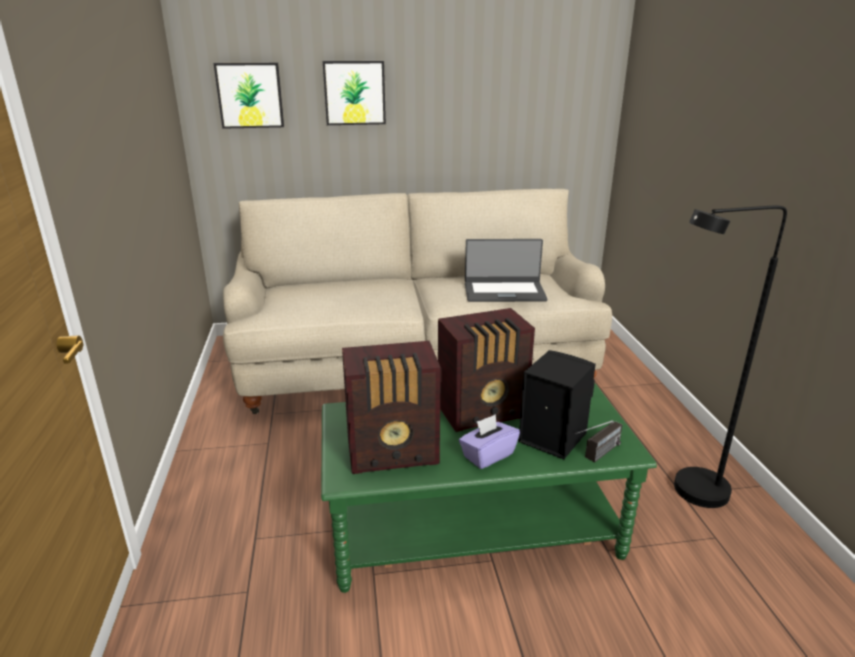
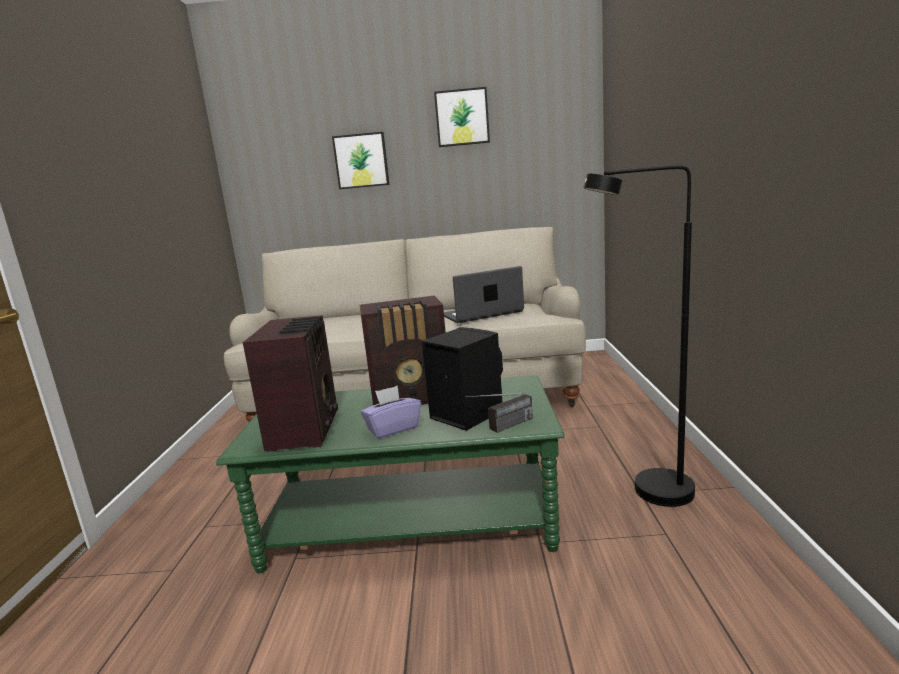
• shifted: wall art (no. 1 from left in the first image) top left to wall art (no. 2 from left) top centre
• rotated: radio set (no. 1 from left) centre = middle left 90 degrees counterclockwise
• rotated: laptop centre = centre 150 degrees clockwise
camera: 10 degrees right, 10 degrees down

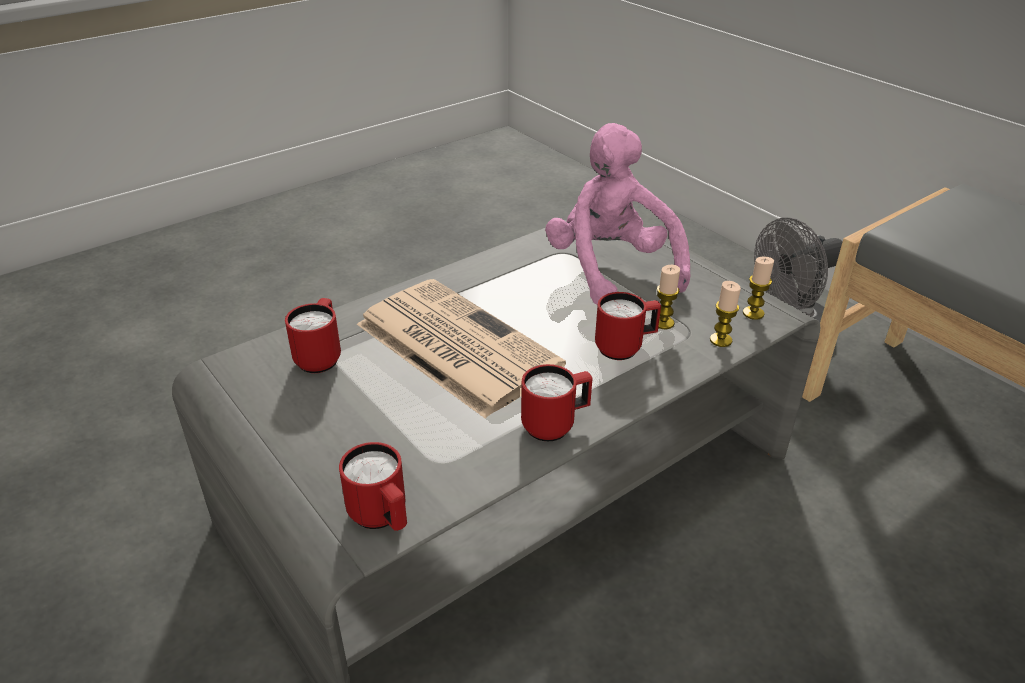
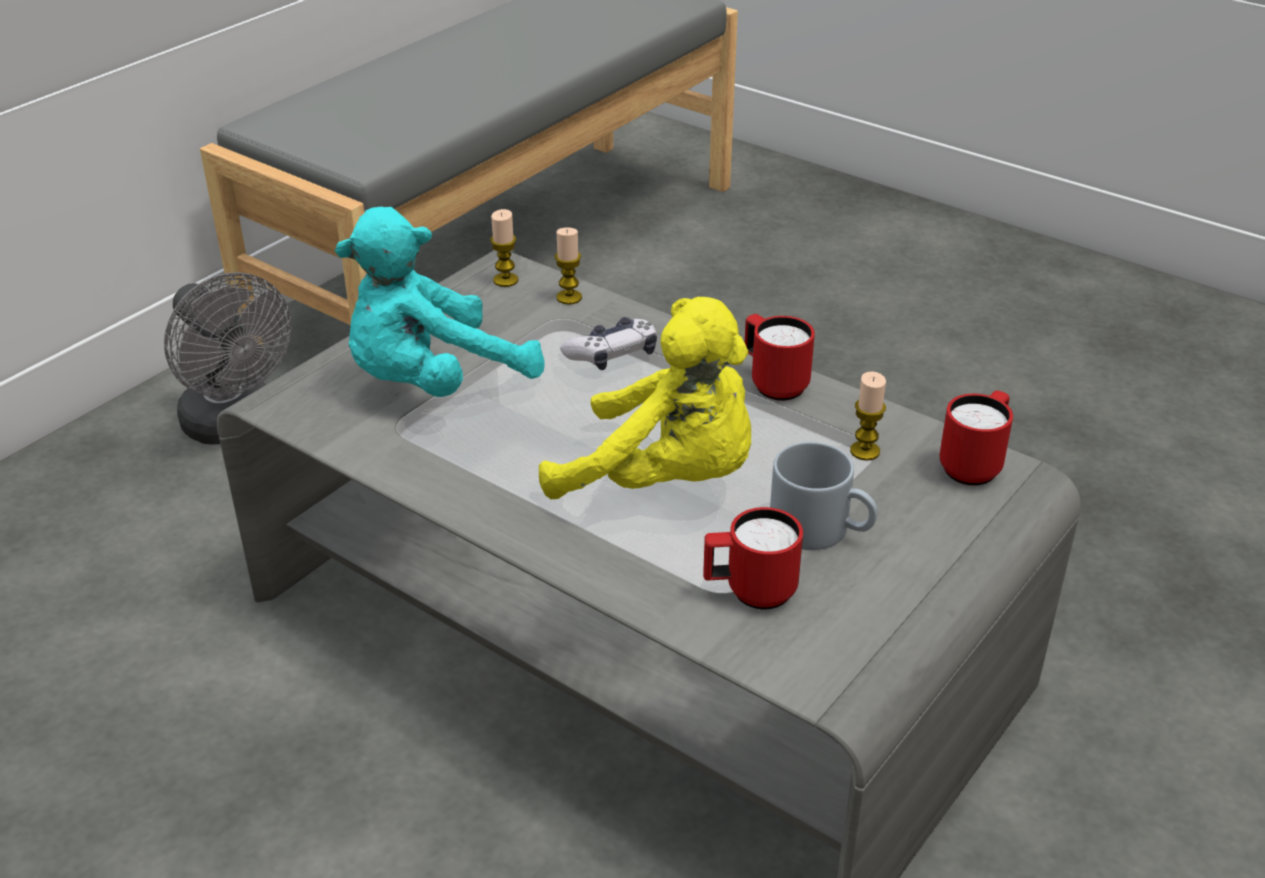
• new: greyish tea mug centre
• shifted: wax candle (no. 1 from left in the first image) centre to wax candle (no. 3 from left) middle right
• swapped: printed paper centre to yellow-coloured soft toy centre
• swapped: red tea mug (no. 4 from left) centre to gamepad centre
• repainted: pink soft toy top centre to blue-green soft toy centre
camera: 105 degrees left, 0 degrees up

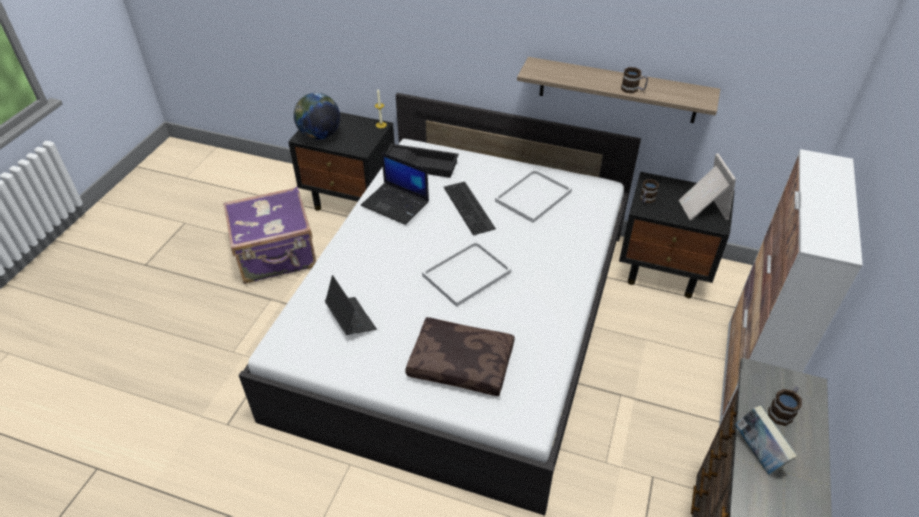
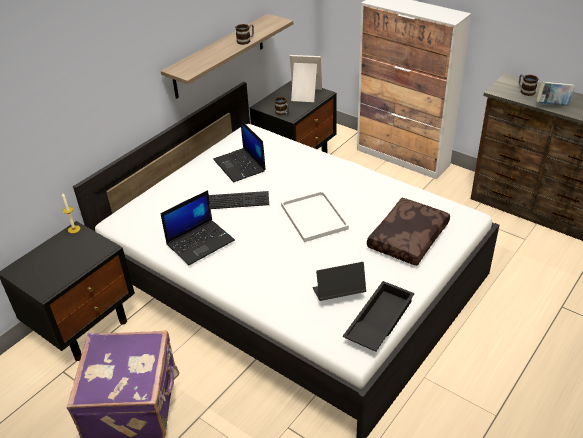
• gone: world globe top centre
• shifted: black-coloured tray top centre to bottom centre
• swapped: white tray (no. 2 from left) centre to laptop (no. 2 from left) centre
camera: 70 degrees left, 5 degrees down

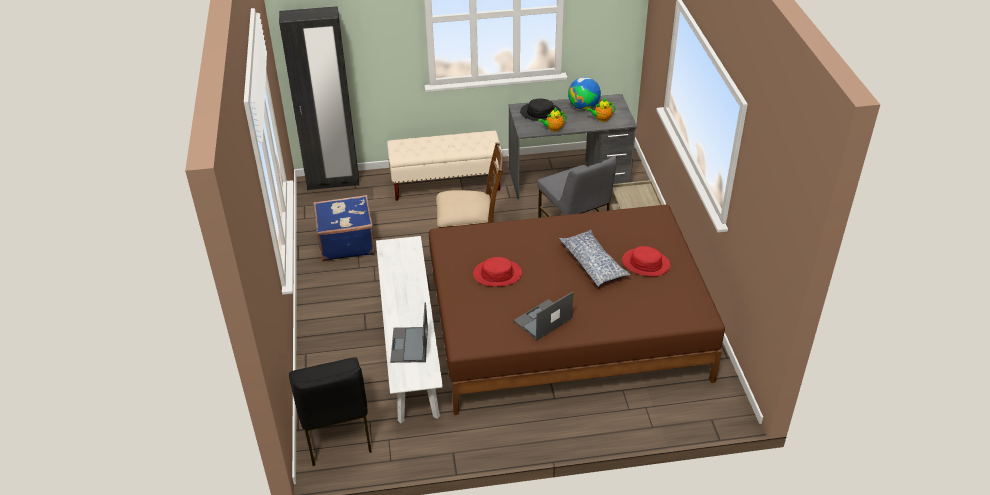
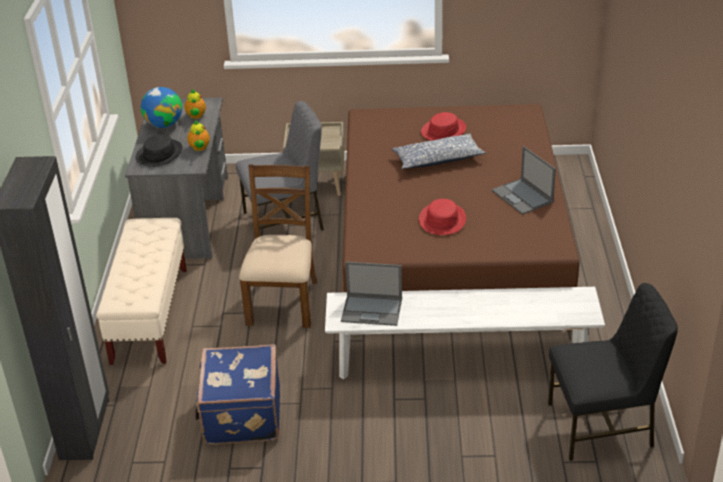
• shifted: laptop (no. 1 from left) bottom centre to centre
camera: 80 degrees left, 5 degrees down

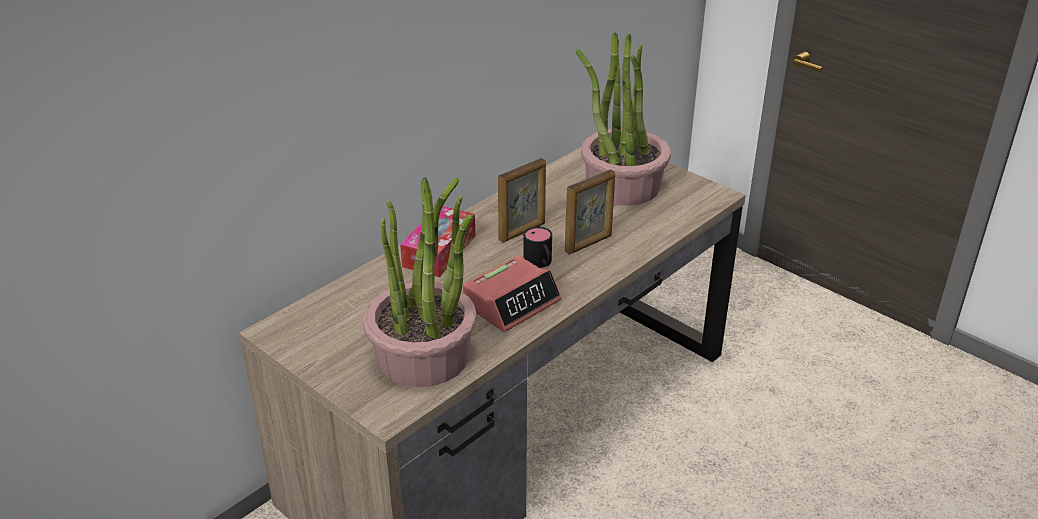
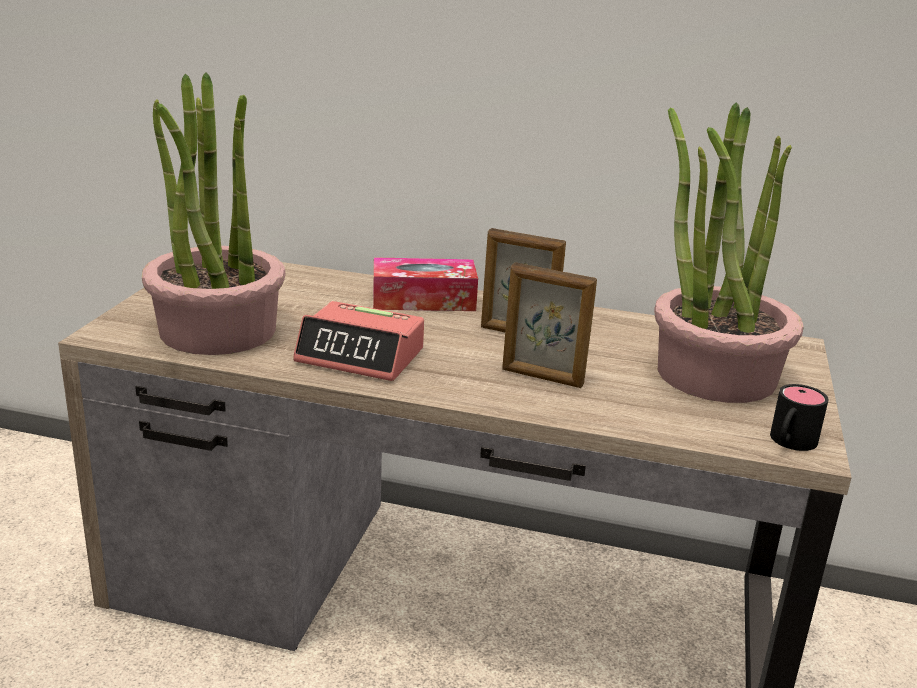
• shifted: black-coloured tea mug centre to middle right
camera: 60 degrees right, 10 degrees down

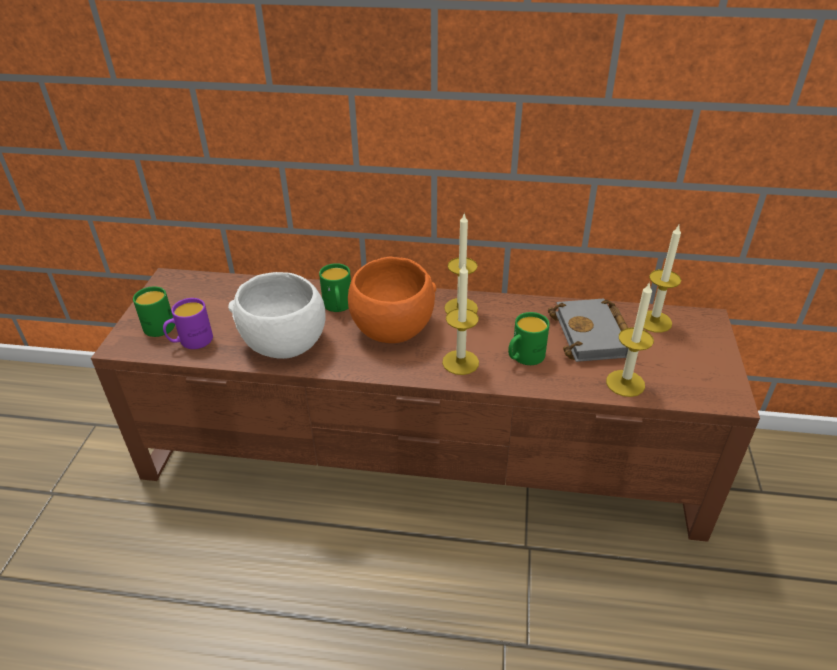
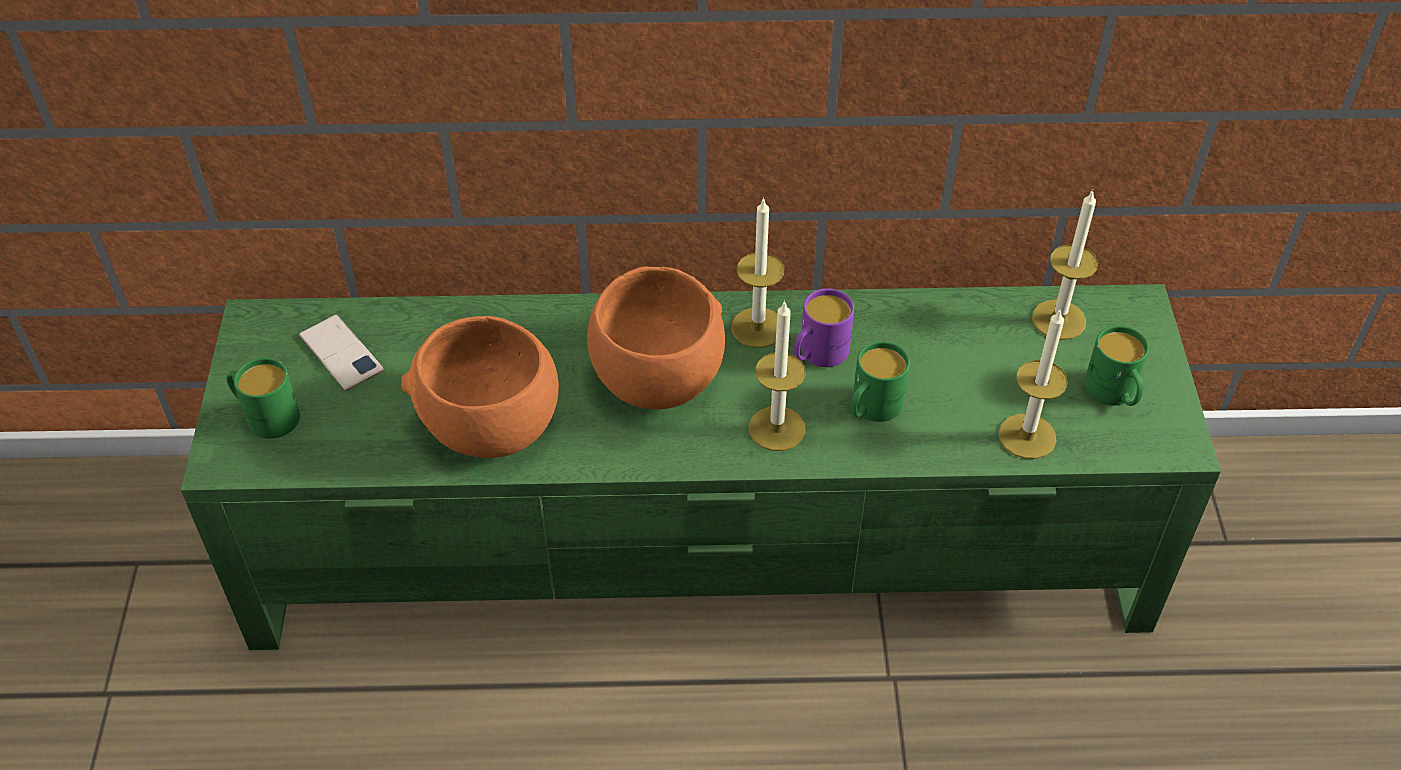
• gone: greyish book middle right
• new: telephone middle left
• shifted: purple-coloured tea mug middle left to centre
• shifted: green-coloured tea mug (no. 2 from left in the first image) centre to green-coloured tea mug (no. 3 from left) middle right
• repainted: brown-coloured tv stand centre to green-coloured tv stand centre
• repainted: white deep dish middle left to orange-coloured deep dish (no. 1 from left) centre
camera: 10 degrees left, 10 degrees up

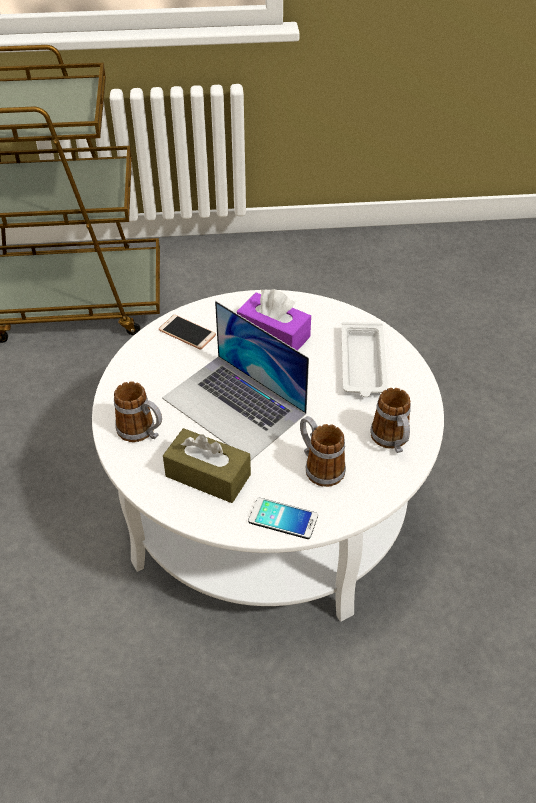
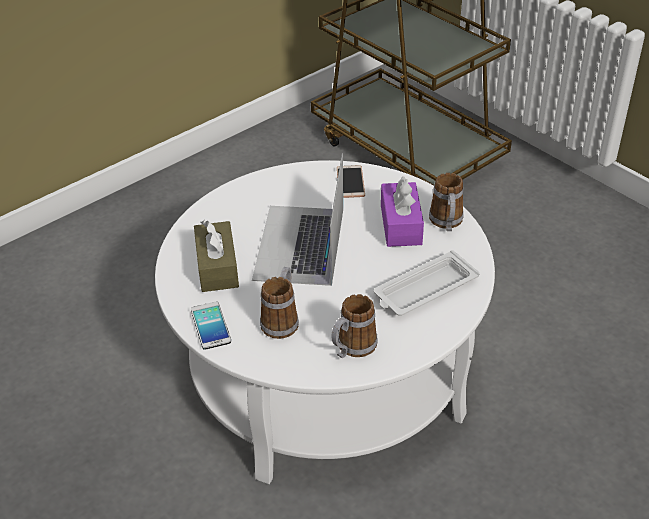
• shifted: tea mug (no. 1 from left in the first image) middle left to tea mug (no. 3 from left) middle right
camera: 55 degrees right, 5 degrees down

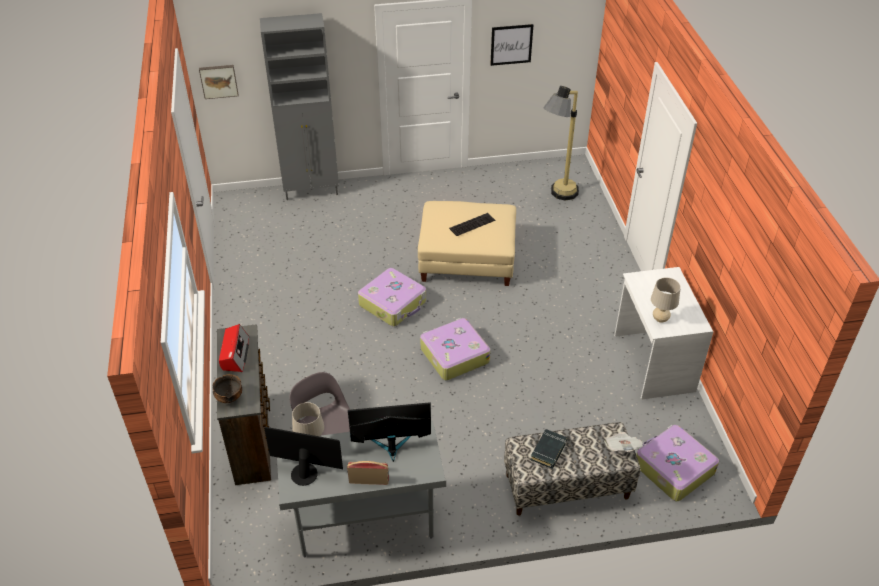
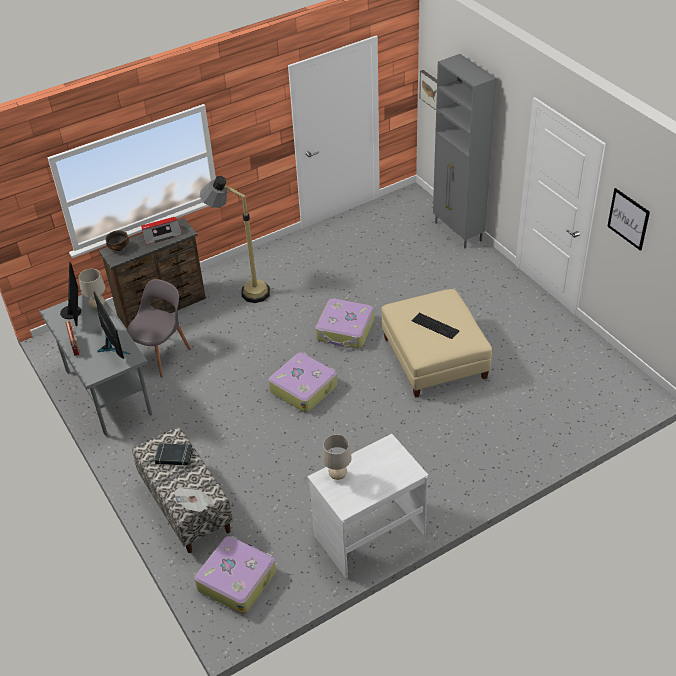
• shifted: standing lamp top centre to centre
camera: 70 degrees right, 0 degrees up

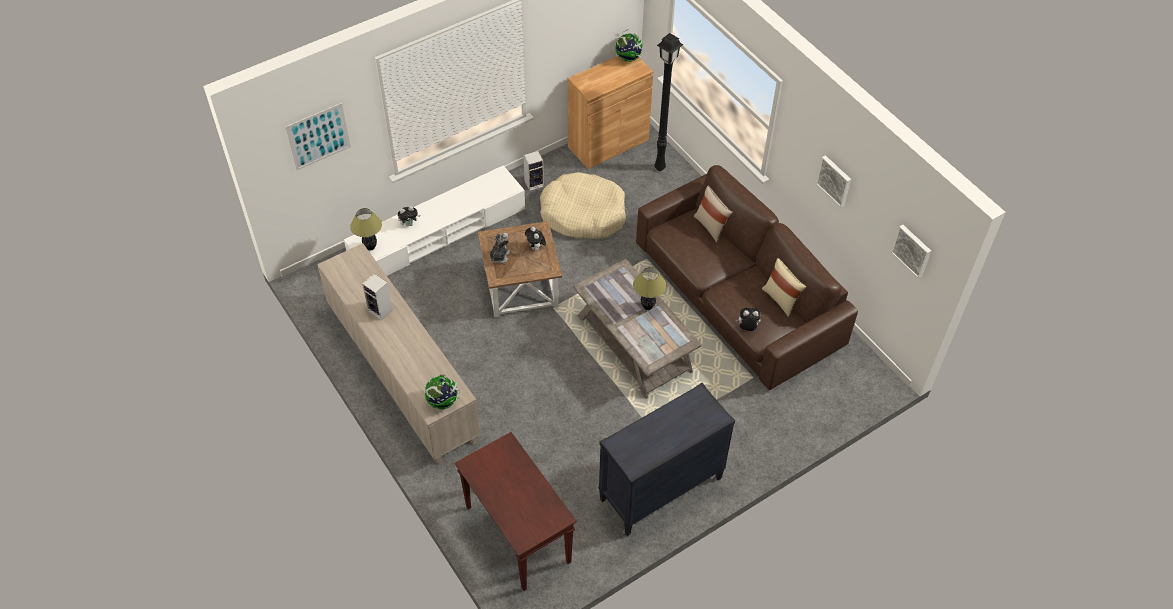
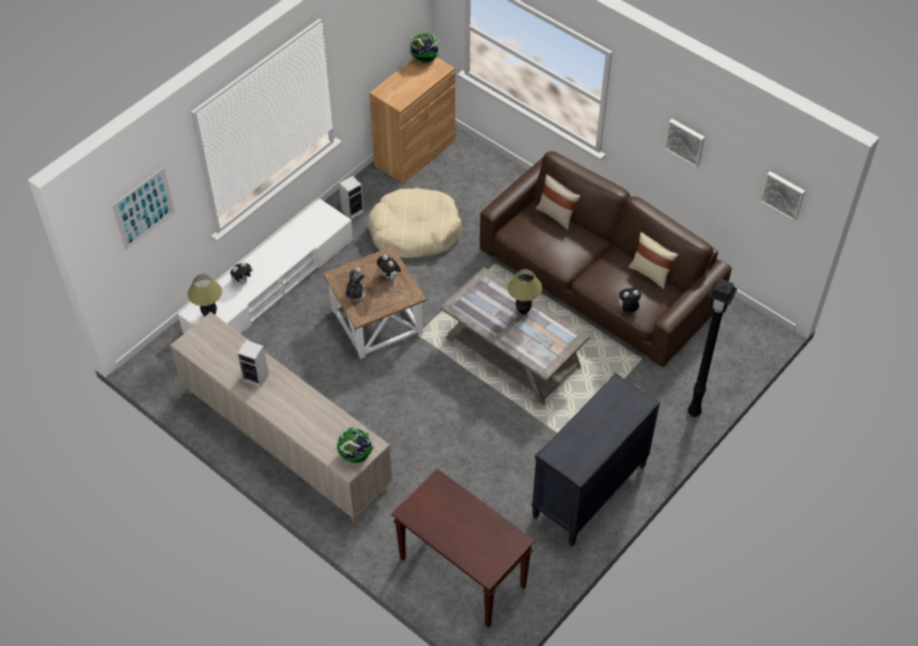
• shifted: black-coloured standing lamp top centre to middle right
camera: 15 degrees left, 0 degrees up

